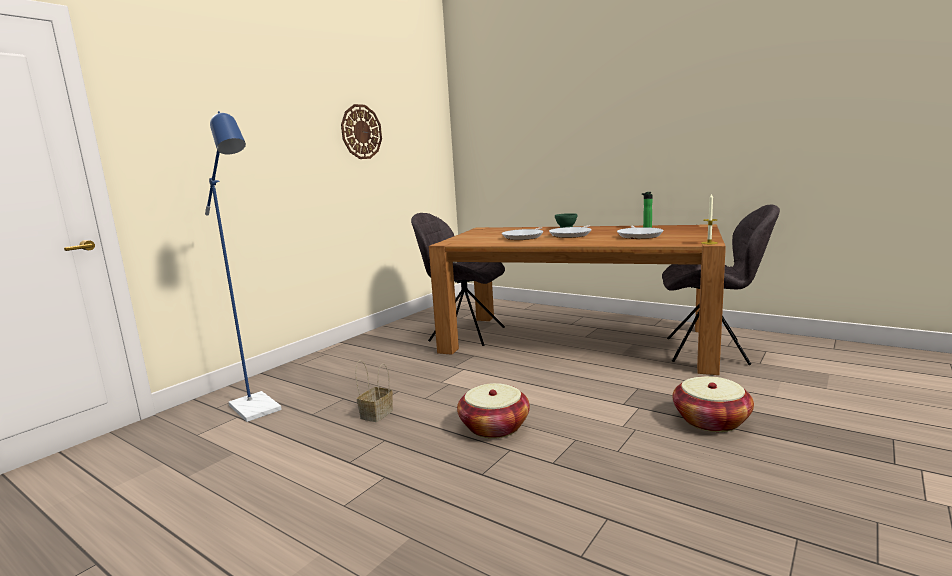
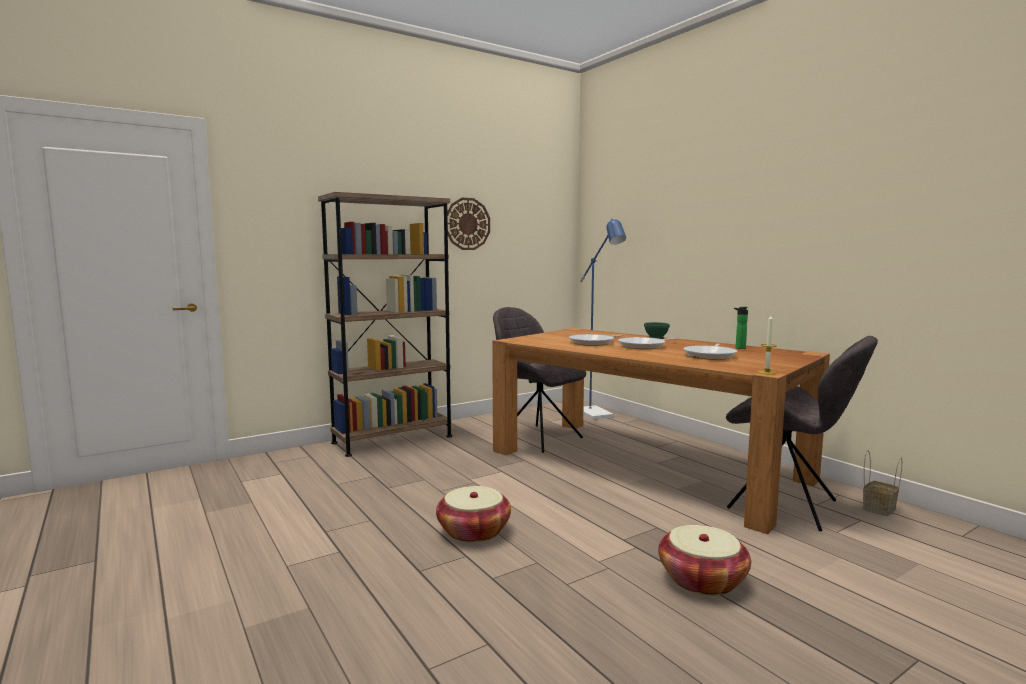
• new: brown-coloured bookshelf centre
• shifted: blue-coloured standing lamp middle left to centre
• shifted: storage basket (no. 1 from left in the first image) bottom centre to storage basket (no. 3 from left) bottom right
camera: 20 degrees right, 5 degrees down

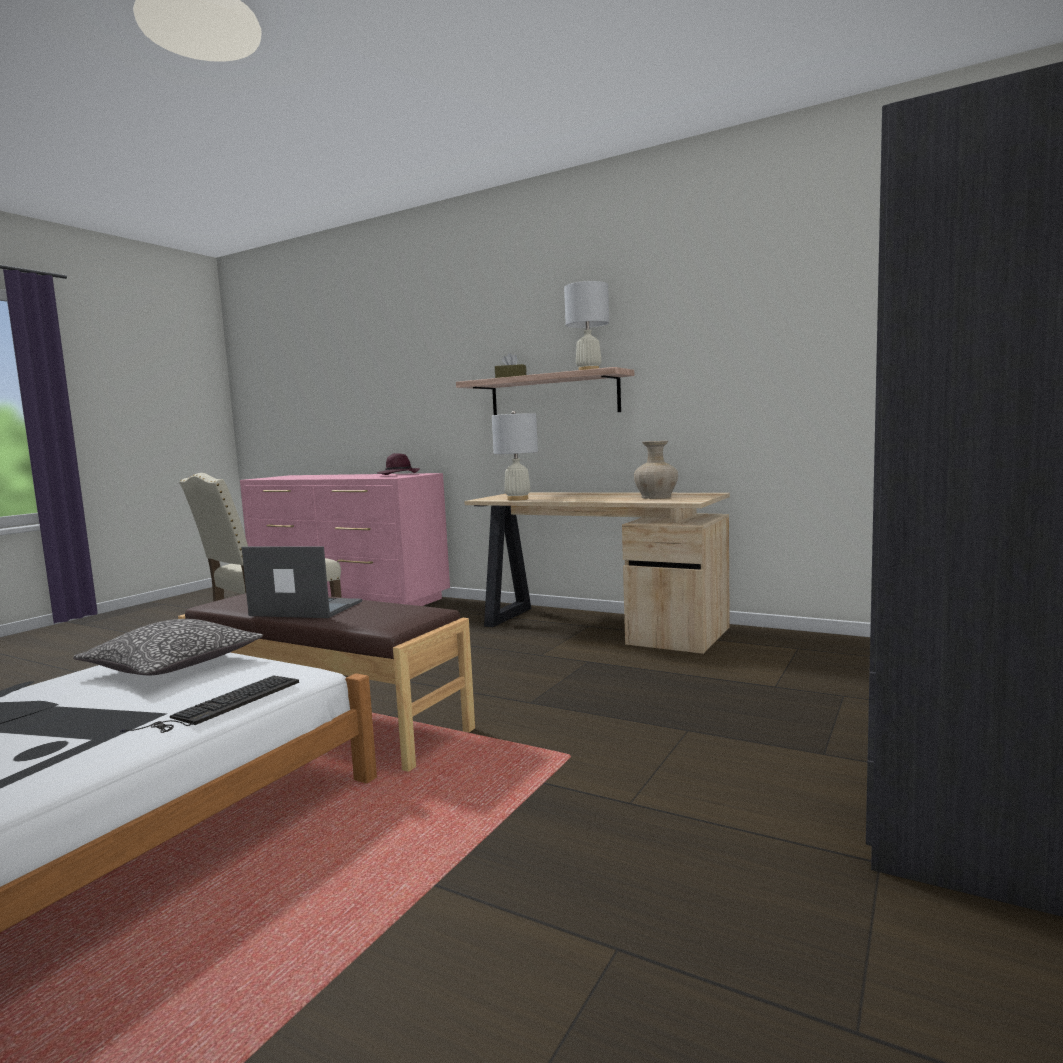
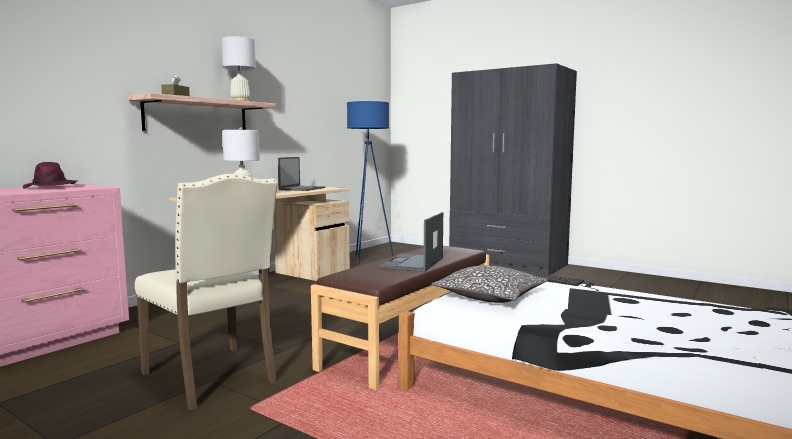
• new: blue-coloured standing lamp centre
• swapped: beige decorative vase centre to laptop (no. 1 from left) centre
camera: 85 degrees left, 0 degrees up

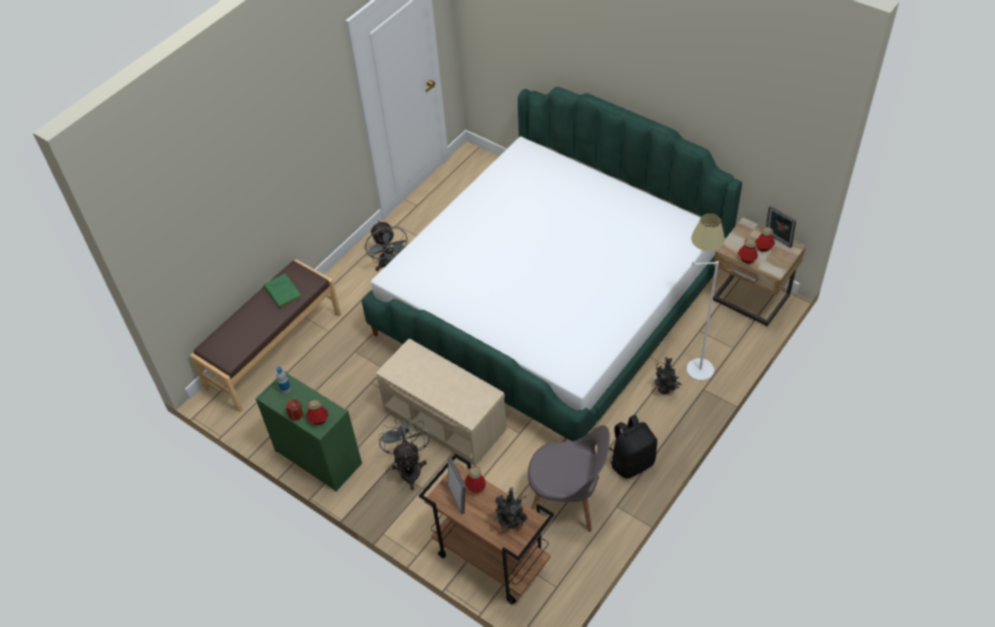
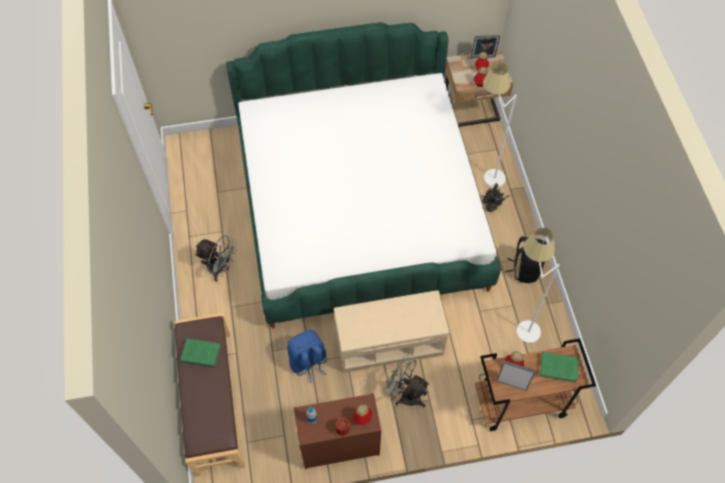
• new: blue-coloured knapsack bottom centre
• swapped: houseplant (no. 1 from left) bottom centre to green-coloured book (no. 2 from left) bottom right
• swapped: greyish chair bottom centre to white standing lamp (no. 2 from left) middle right
• repainted: green-coloured dresser bottom left to brown-coloured dresser bottom centre
camera: 50 degrees left, 10 degrees up

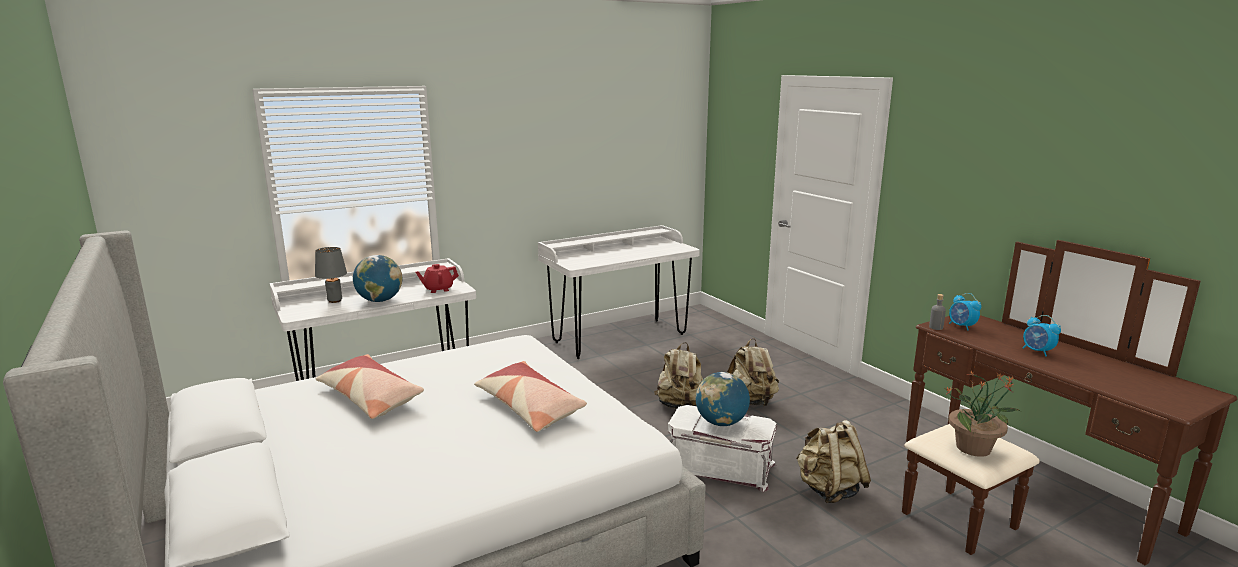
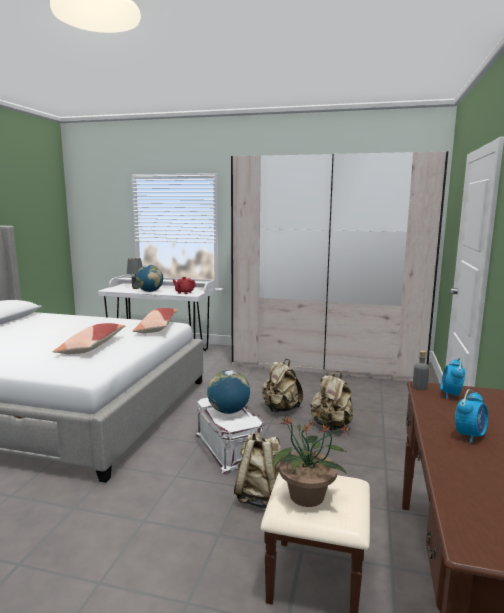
• shifted: throw pillow (no. 1 from left in the first image) bottom left to throw pillow (no. 2 from left) middle left
• swapped: white desk (no. 2 from left) centre to beige clothes cupboard middle right
• rotated: bedside clock (no. 2 from left) middle right = bottom right 150 degrees counterclockwise
camera: 45 degrees right, 5 degrees down

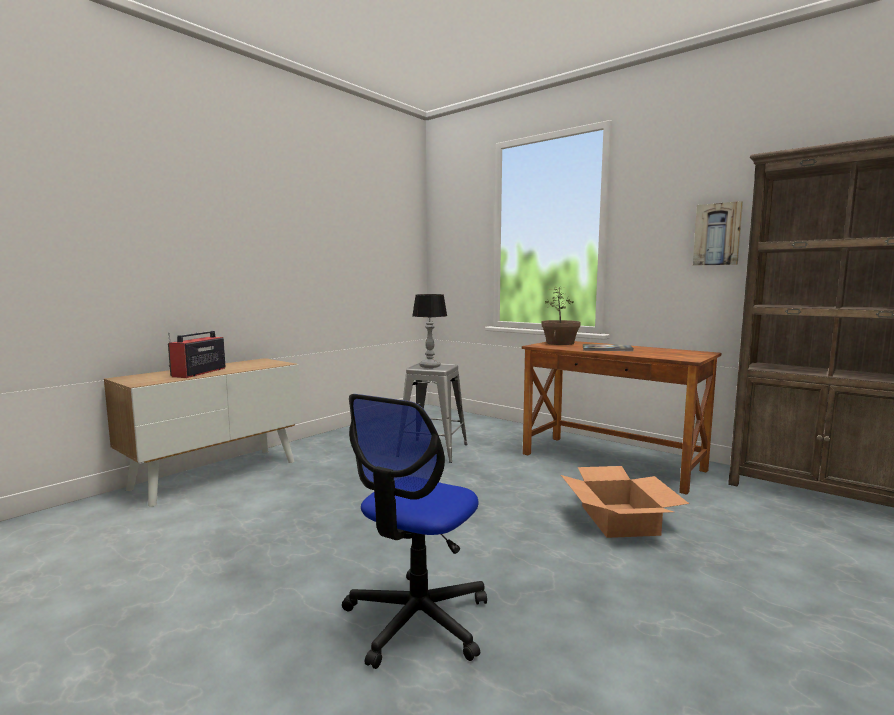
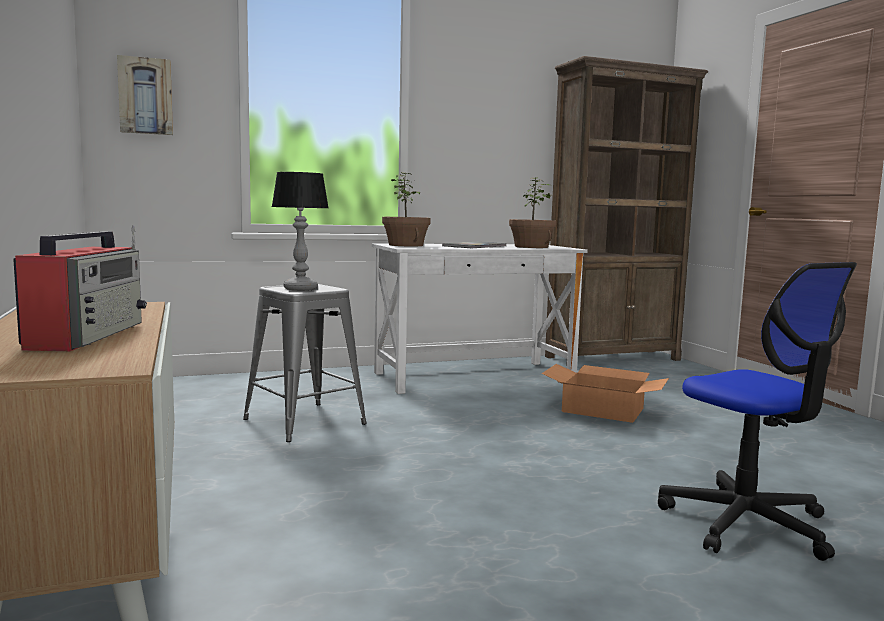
• new: houseplant (no. 2 from left) centre
• shifted: wall art top right to top left
• repainted: brown-coloured desk middle right to white desk centre
• rotated: radio set middle left = middle left 135 degrees counterclockwise
camera: 60 degrees left, 0 degrees up

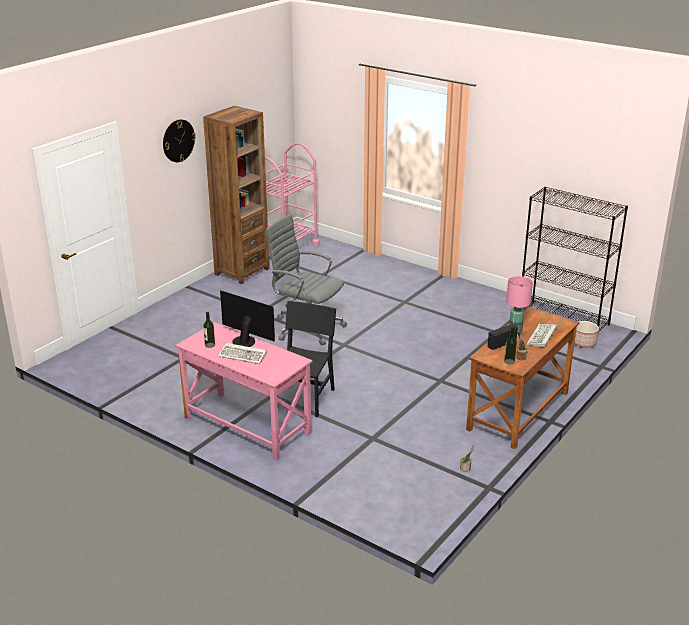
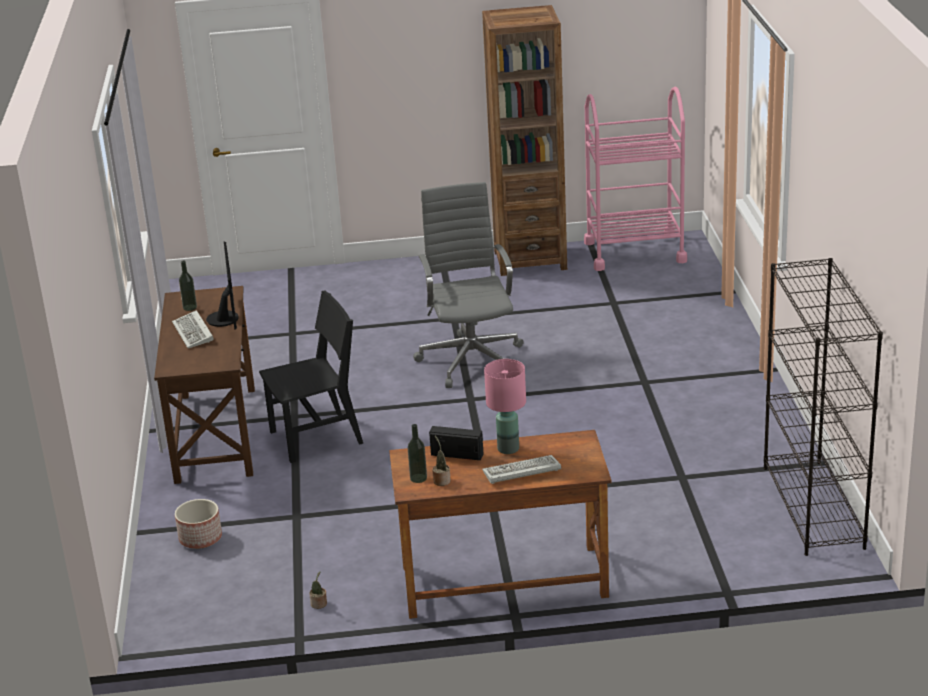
• gone: hanging clock top left
• shifted: planter middle right to bottom left
• repainted: pink desk centre to brown-coloured desk (no. 1 from left) middle left
camera: 50 degrees right, 0 degrees up

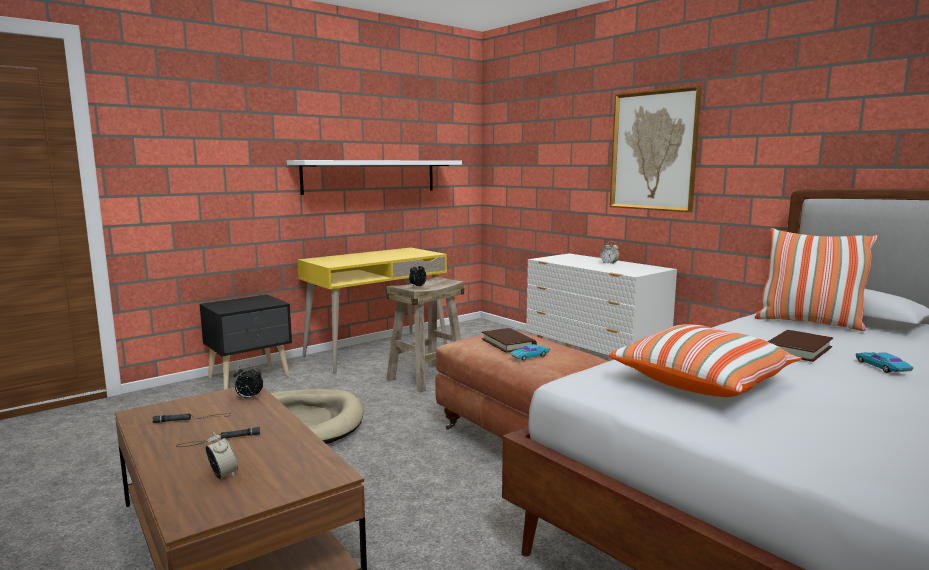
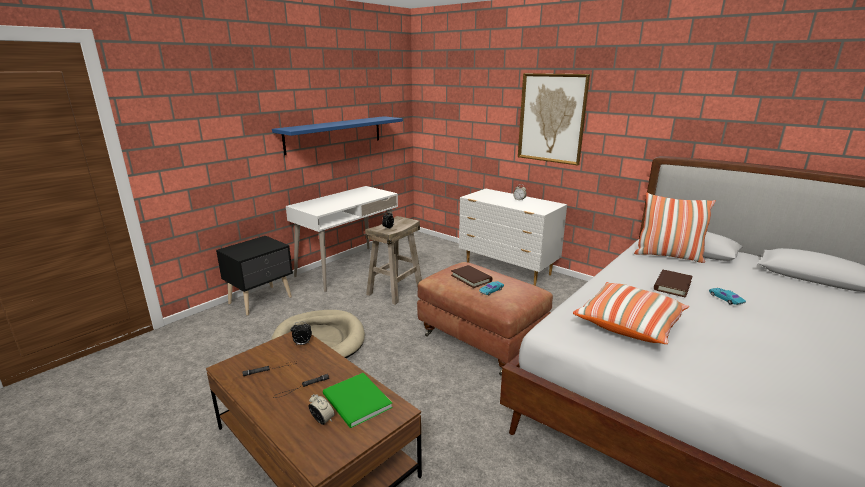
• new: green-coloured book bottom centre
• repainted: white shelf top centre to blue-coloured shelf top centre
• repainted: yellow-coloured desk centre to white desk centre
camera: 10 degrees left, 10 degrees up

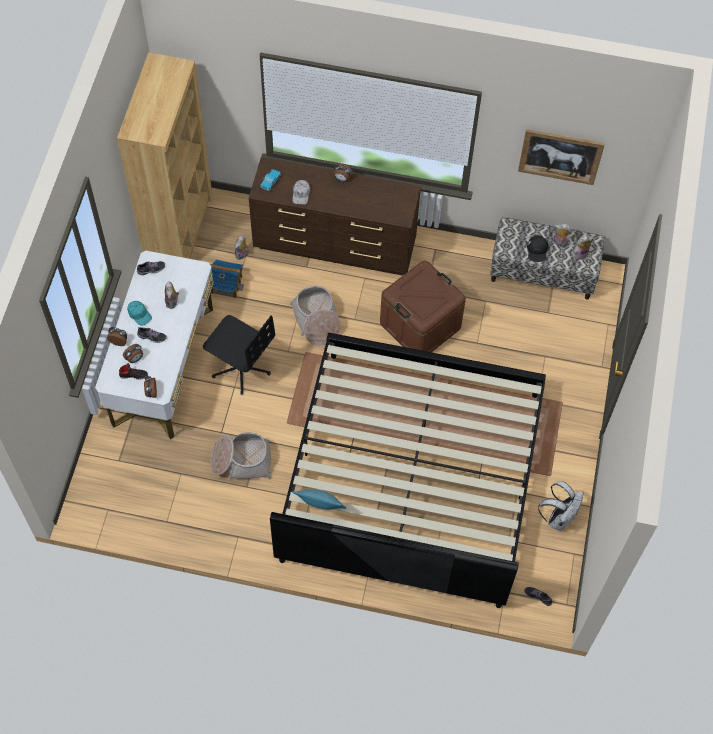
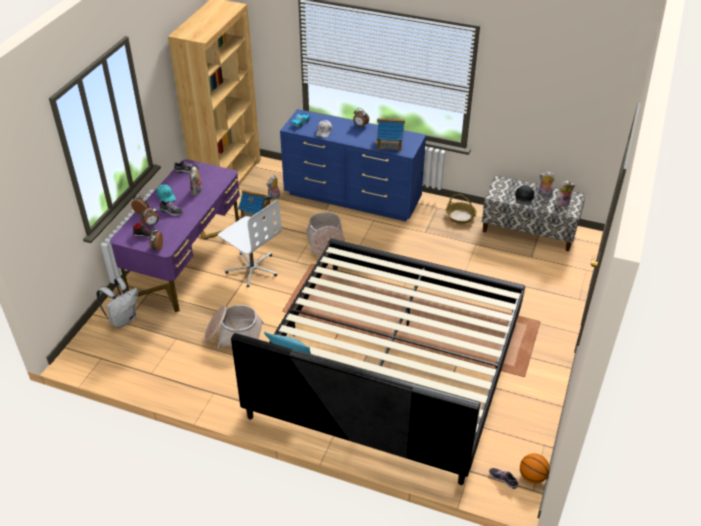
• gone: brown-coloured storage bin centre
• gone: wall art top right
• new: model house (no. 2 from left) top centre
• new: storage basket (no. 3 from left) centre
• new: basketball ball bottom right
• shifted: white knapsack bottom right to middle left
• repainted: white desk middle left to purple-coloured desk middle left
• repainted: black-coloured desk chair centre to white desk chair centre
• repainted: brown-coloured dresser top centre to blue-coloured dresser top centre
camera: 10 degrees right, 20 degrees down

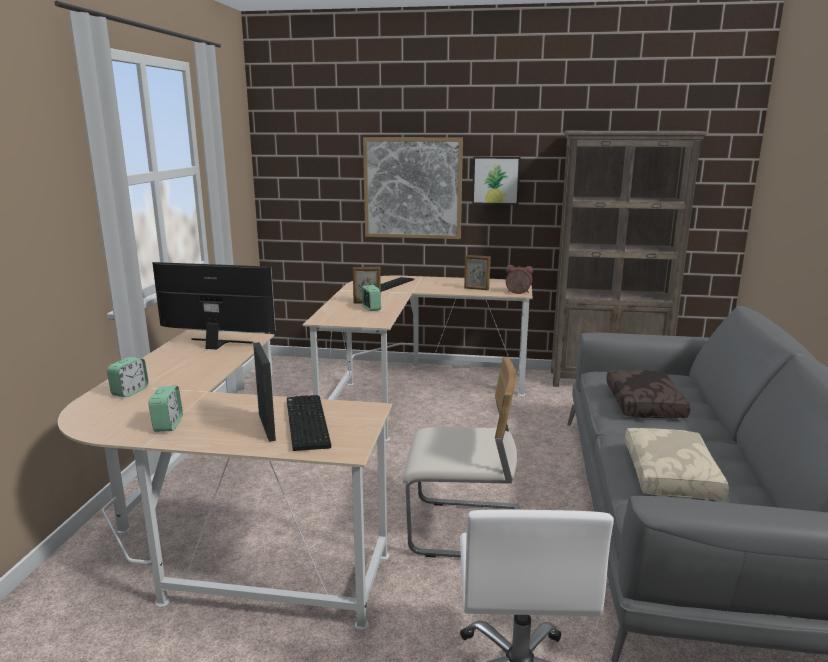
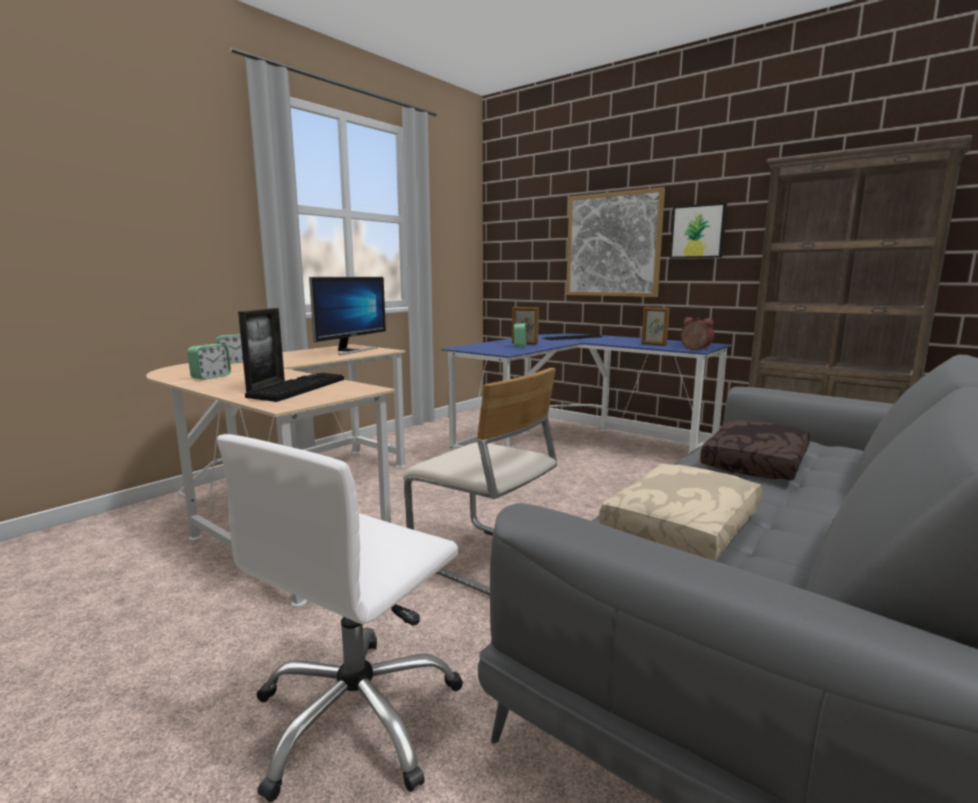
• repainted: beige desk (no. 2 from left) centre to blue-coloured desk centre
• rotated: computer screen middle left = centre 75 degrees clockwise
camera: 30 degrees right, 5 degrees down

